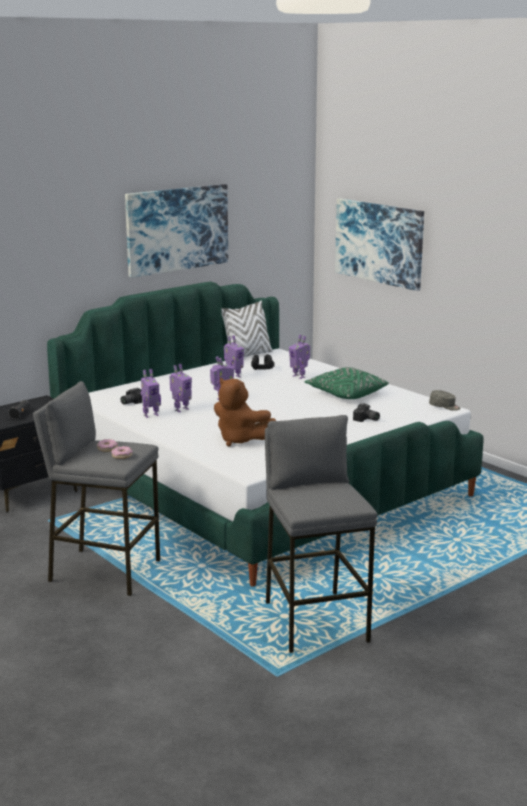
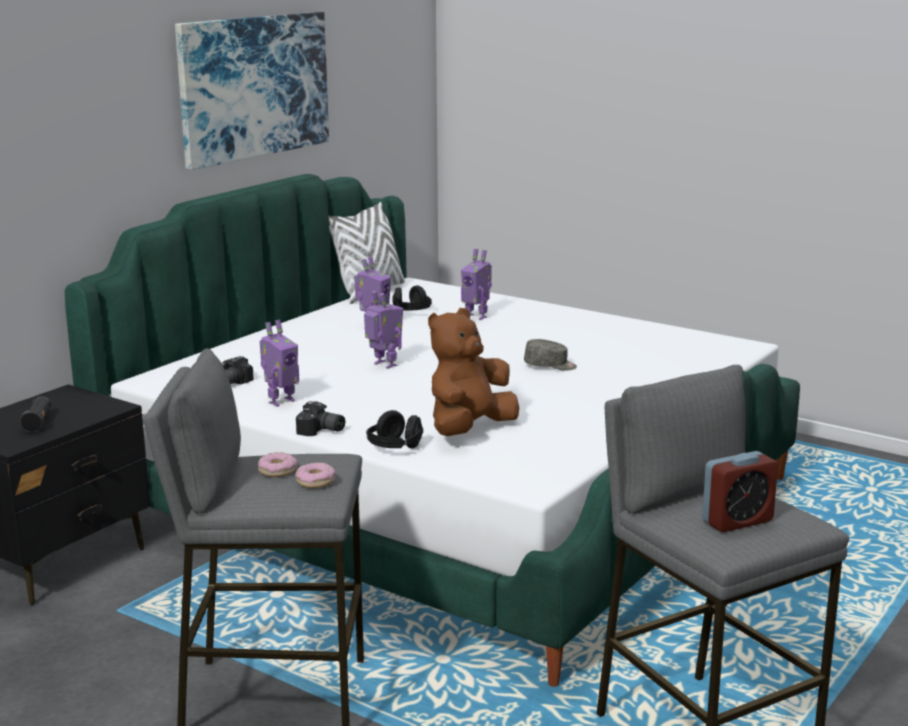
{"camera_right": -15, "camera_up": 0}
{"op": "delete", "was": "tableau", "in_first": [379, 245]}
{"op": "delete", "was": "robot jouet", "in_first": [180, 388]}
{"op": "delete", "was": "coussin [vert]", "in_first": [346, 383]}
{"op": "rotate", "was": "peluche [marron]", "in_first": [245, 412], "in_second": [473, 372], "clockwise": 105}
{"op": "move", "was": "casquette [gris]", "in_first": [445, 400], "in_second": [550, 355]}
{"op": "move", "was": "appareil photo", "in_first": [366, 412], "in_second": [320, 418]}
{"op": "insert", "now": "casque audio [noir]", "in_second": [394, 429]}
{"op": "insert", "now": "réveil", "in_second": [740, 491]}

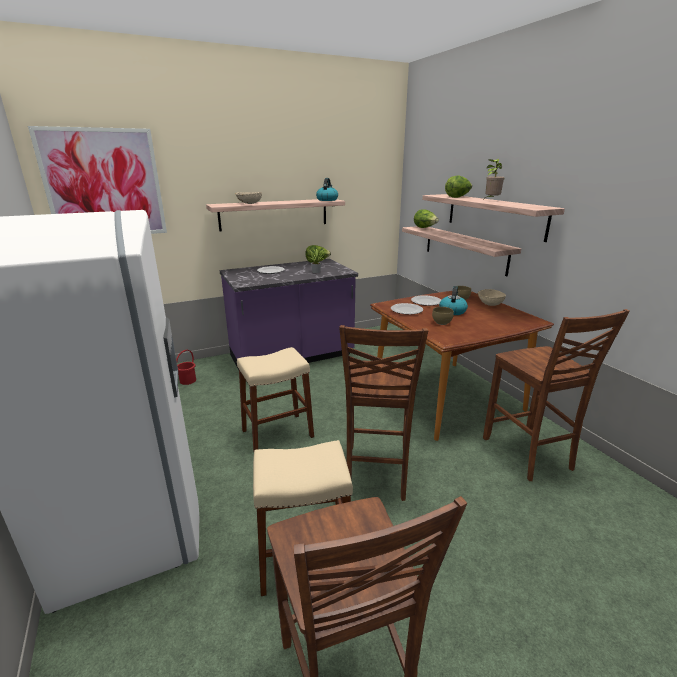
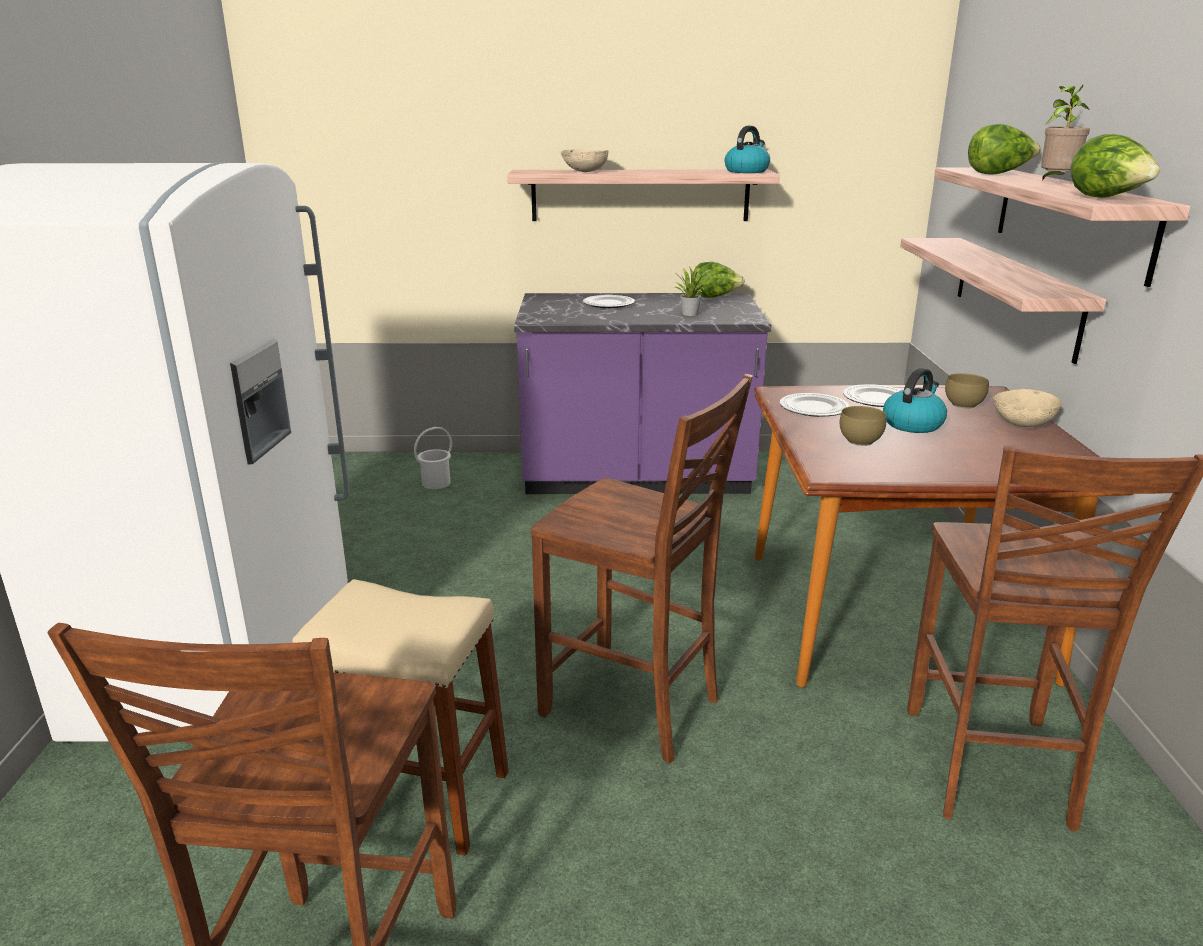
{"camera_right": 25, "camera_up": 0}
{"op": "delete", "was": "tableau", "in_first": [97, 180]}
{"op": "move", "was": "laitue", "in_first": [426, 218], "in_second": [1115, 166]}
{"op": "rotate", "was": "chaise [marron]", "in_first": [383, 413], "in_second": [642, 569], "clockwise": -90}
{"op": "delete", "was": "tabouret [beige]", "in_first": [275, 399]}
{"op": "recolor", "was": "seau [rouge]", "now": "seau [blanc]", "in_first": [186, 367], "in_second": [433, 458]}

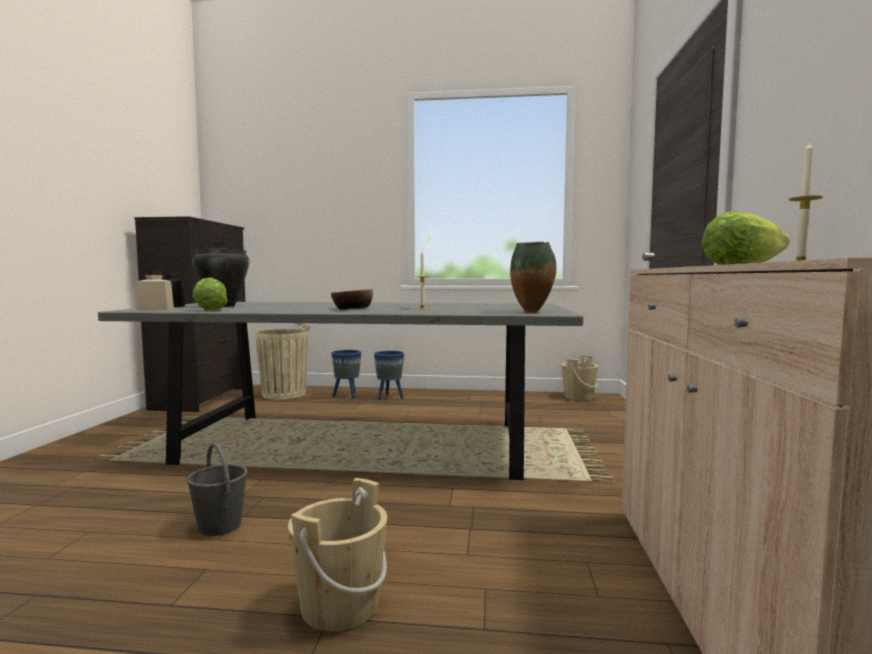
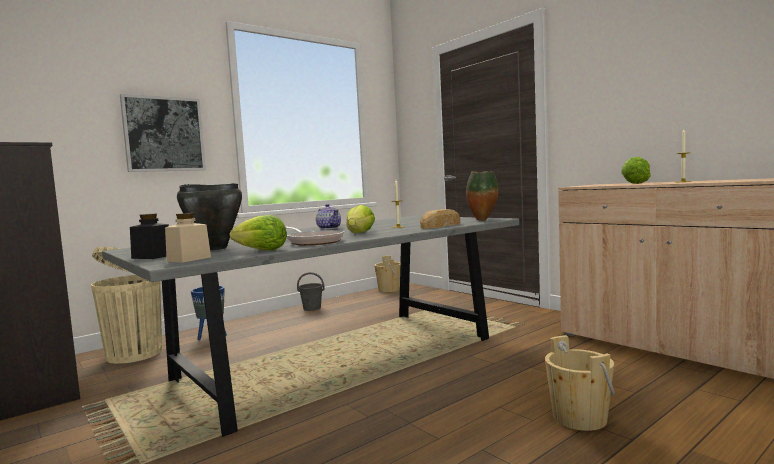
{"camera_right": -45, "camera_up": 0}
{"op": "replace", "was": "bol", "now": "laitue", "in_first": [352, 299], "in_second": [360, 219]}
{"op": "delete", "was": "cache-pot [bleu]", "in_first": [389, 375]}
{"op": "move", "was": "seau [gris]", "in_first": [217, 489], "in_second": [311, 291]}
{"op": "insert", "now": "tableau", "in_second": [163, 133]}
{"op": "insert", "now": "théière", "in_second": [328, 216]}
{"op": "insert", "now": "pain", "in_second": [440, 219]}
{"op": "insert", "now": "poêle", "in_second": [315, 236]}

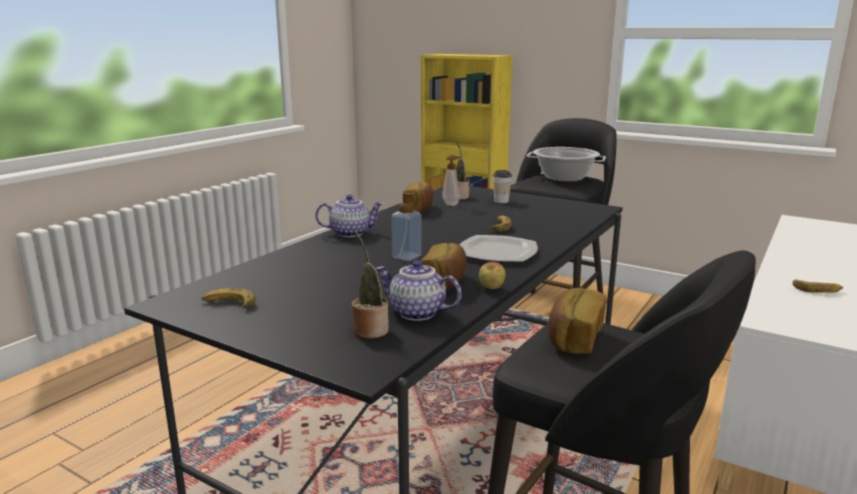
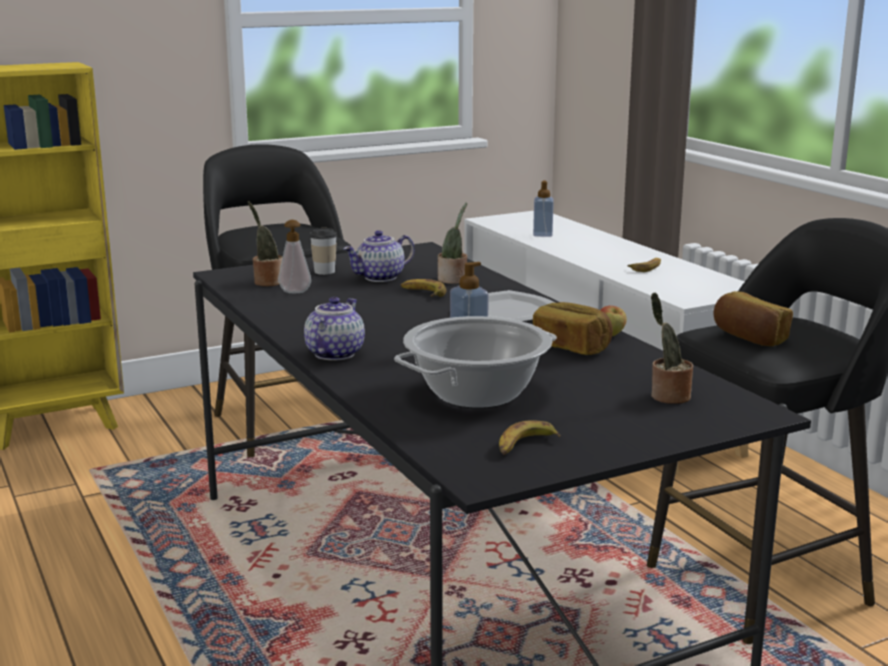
{"camera_right": -60, "camera_up": 0}
{"op": "move", "was": "marmite", "in_first": [566, 164], "in_second": [475, 362]}
{"op": "delete", "was": "pain", "in_first": [418, 197]}
{"op": "move", "was": "théière", "in_first": [419, 290], "in_second": [379, 256]}
{"op": "insert", "now": "distributeur de savon", "in_second": [543, 208]}
{"op": "insert", "now": "plante en pot", "in_second": [452, 243]}

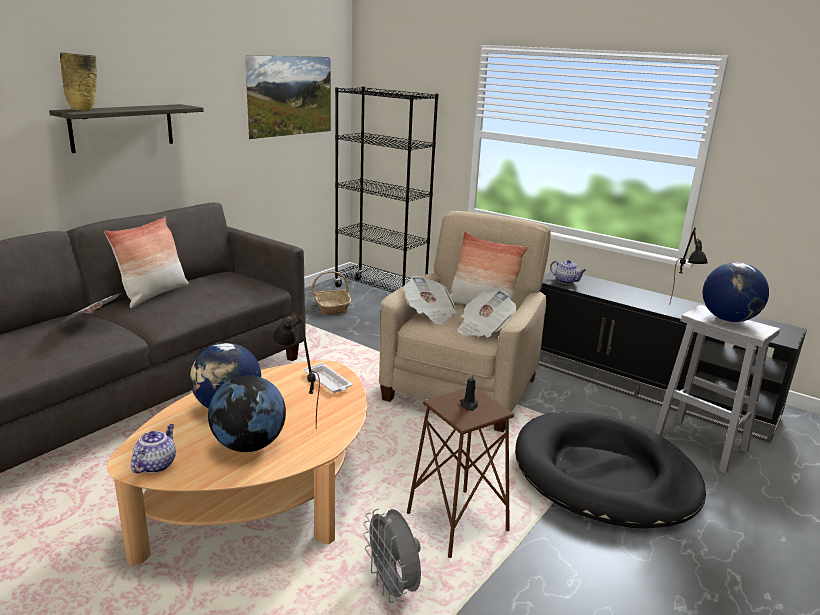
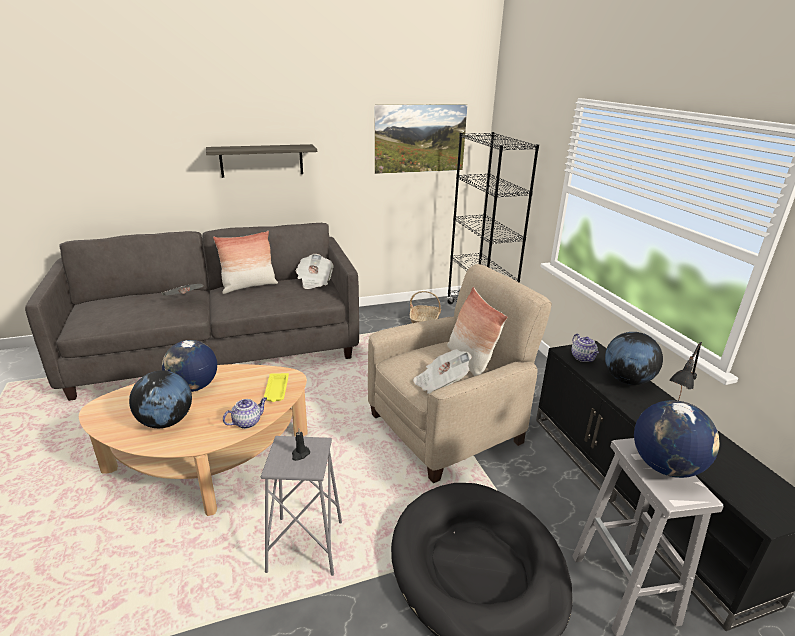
{"camera_right": 35, "camera_up": 5}
{"op": "delete", "was": "vase [beige]", "in_first": [78, 81]}
{"op": "move", "was": "journal", "in_first": [430, 300], "in_second": [315, 271]}
{"op": "delete", "was": "lampe de table [noir]", "in_first": [296, 372]}
{"op": "recolor", "was": "plateau [blanc]", "now": "plateau [jaune]", "in_first": [328, 378], "in_second": [276, 387]}
{"op": "recolor", "was": "tabouret [marron]", "now": "tabouret [gris]", "in_first": [460, 472], "in_second": [301, 506]}
{"op": "move", "was": "théière", "in_first": [153, 448], "in_second": [245, 413]}
{"op": "delete", "was": "ventilateur [gris]", "in_first": [392, 555]}
{"op": "insert", "now": "globe", "in_second": [634, 358]}

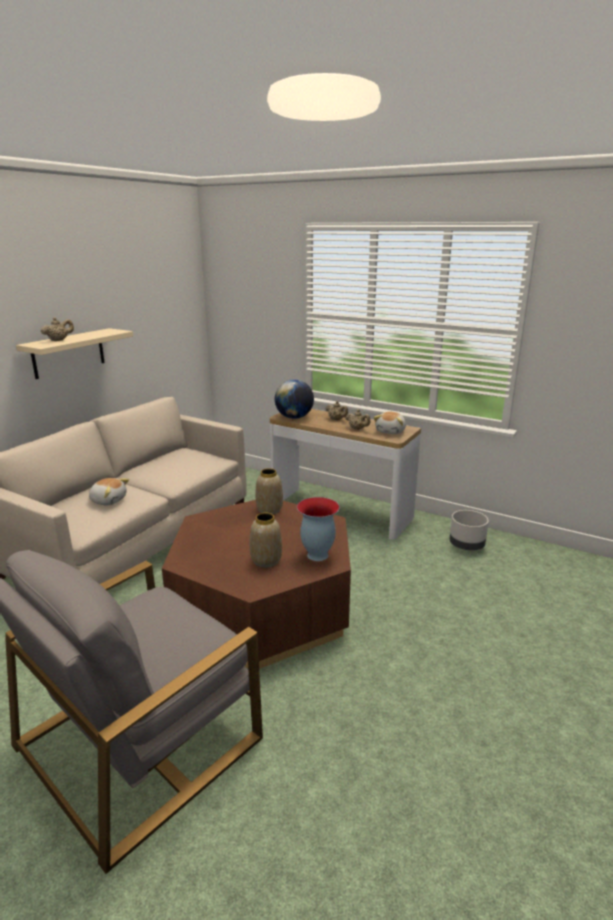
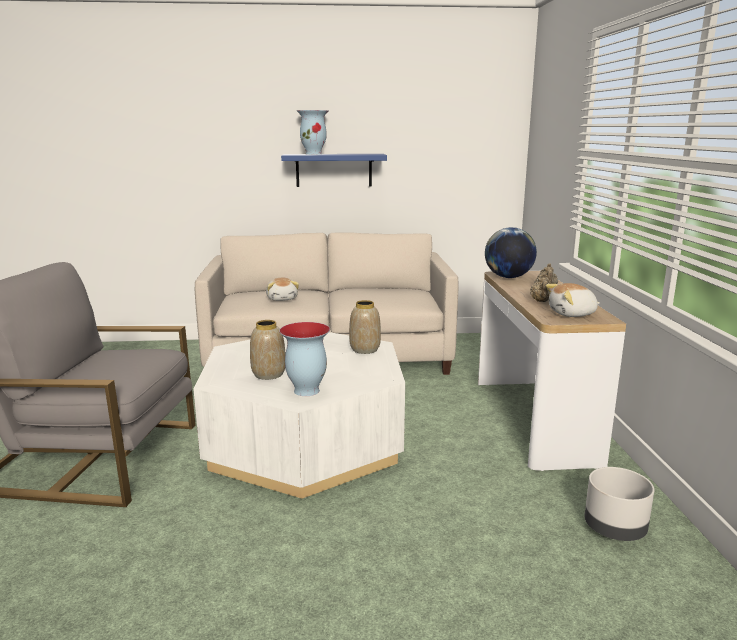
{"camera_right": 55, "camera_up": -5}
{"op": "replace", "was": "théière [beige]", "now": "vase", "in_first": [57, 329], "in_second": [313, 132]}
{"op": "recolor", "was": "étagère [beige]", "now": "étagère [bleu]", "in_first": [74, 353], "in_second": [334, 170]}
{"op": "recolor", "was": "table basse [marron]", "now": "table basse [blanc]", "in_first": [256, 584], "in_second": [299, 415]}

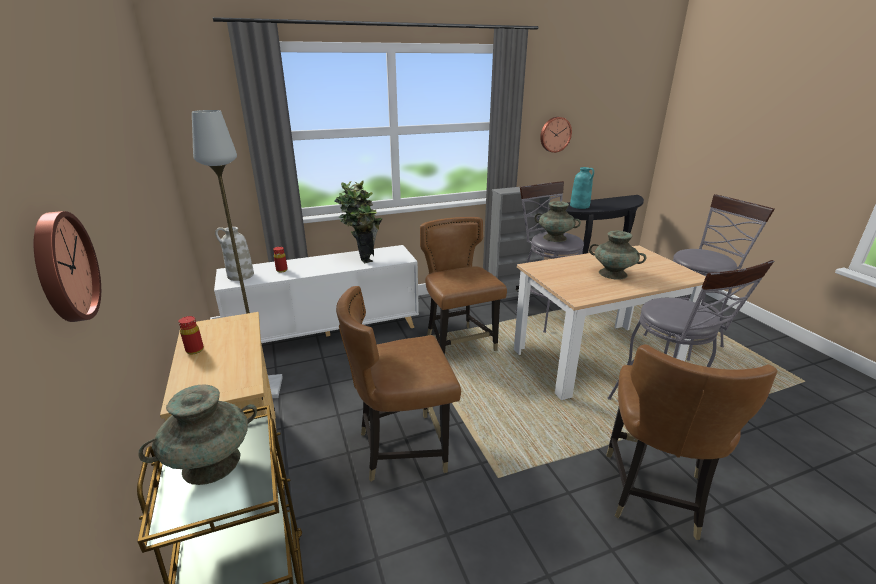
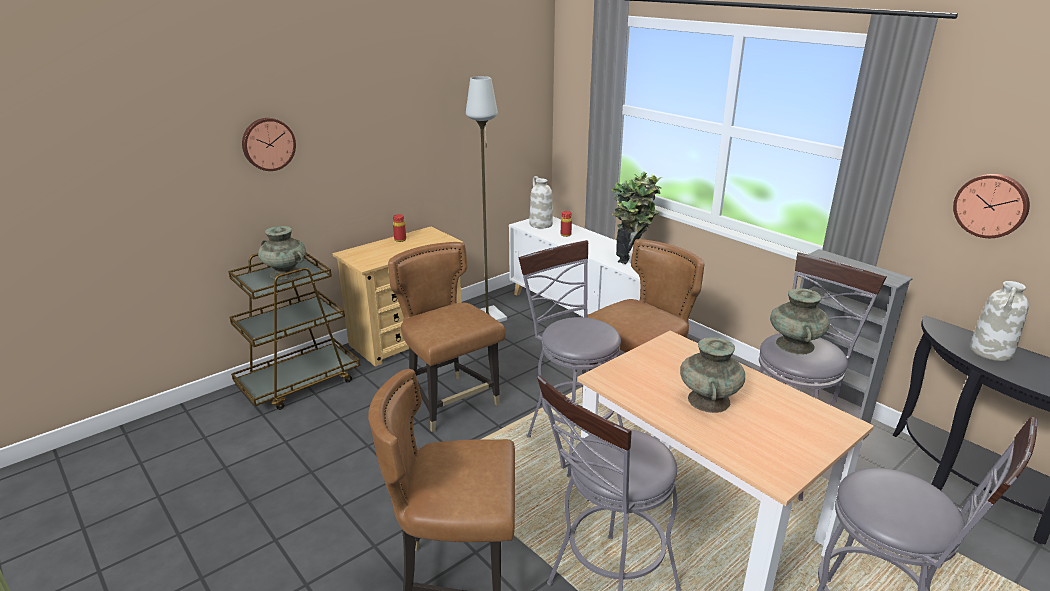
{"camera_right": 70, "camera_up": 0}
{"op": "recolor", "was": "vase [turquoise]", "now": "vase [blanc]", "in_first": [582, 188], "in_second": [999, 321]}
{"op": "insert", "now": "tabouret [gris]", "in_second": [571, 358]}

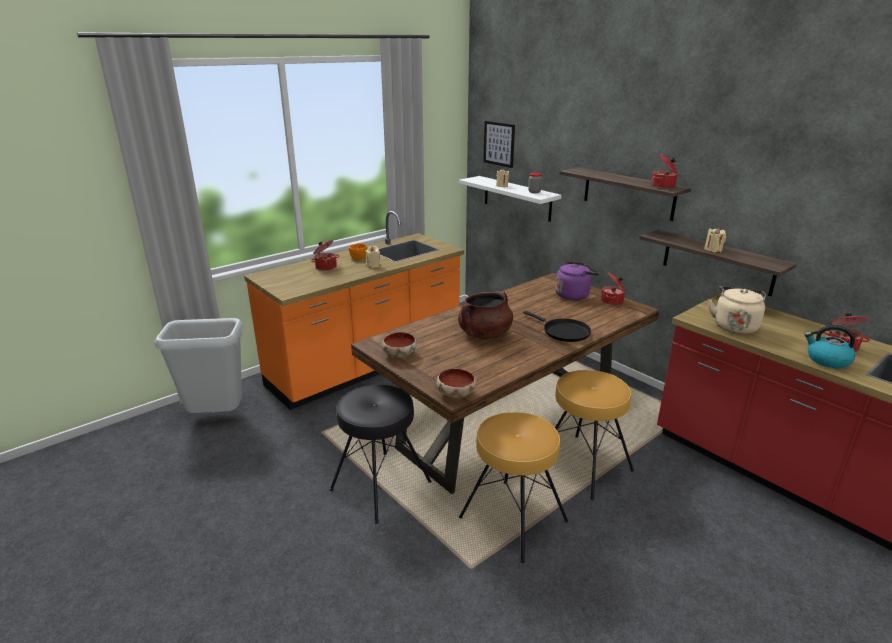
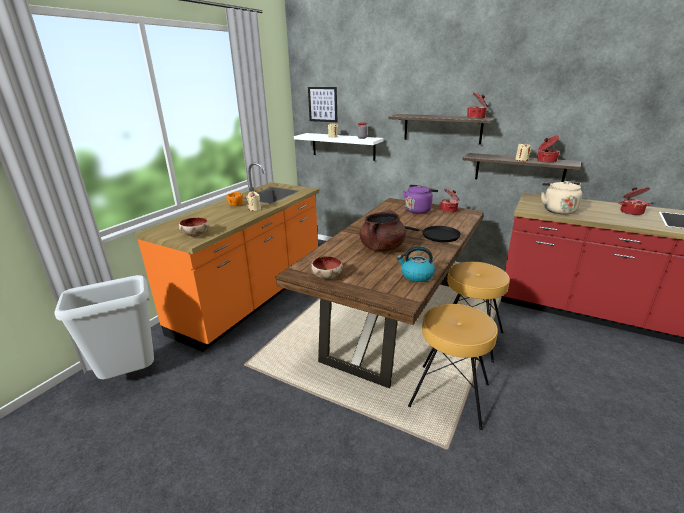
{"camera_right": -20, "camera_up": 0}
{"op": "move", "was": "marmite", "in_first": [325, 255], "in_second": [548, 149]}
{"op": "move", "was": "bouilloire", "in_first": [830, 346], "in_second": [416, 264]}
{"op": "move", "was": "bol", "in_first": [456, 383], "in_second": [193, 227]}
{"op": "delete", "was": "tabouret [noir]", "in_first": [381, 454]}

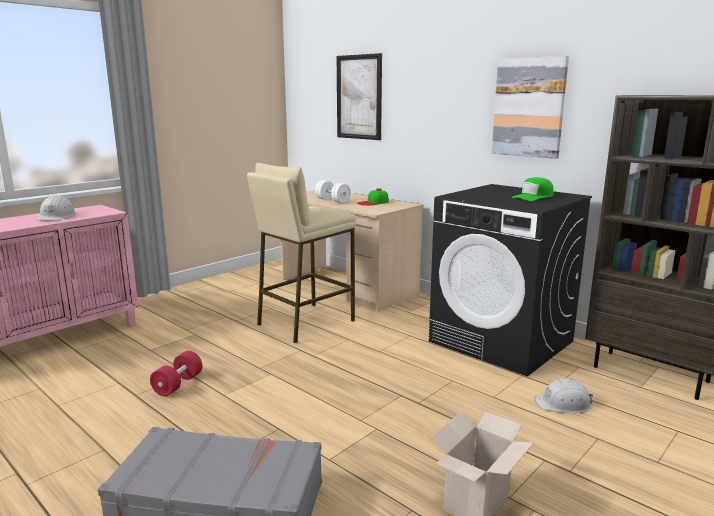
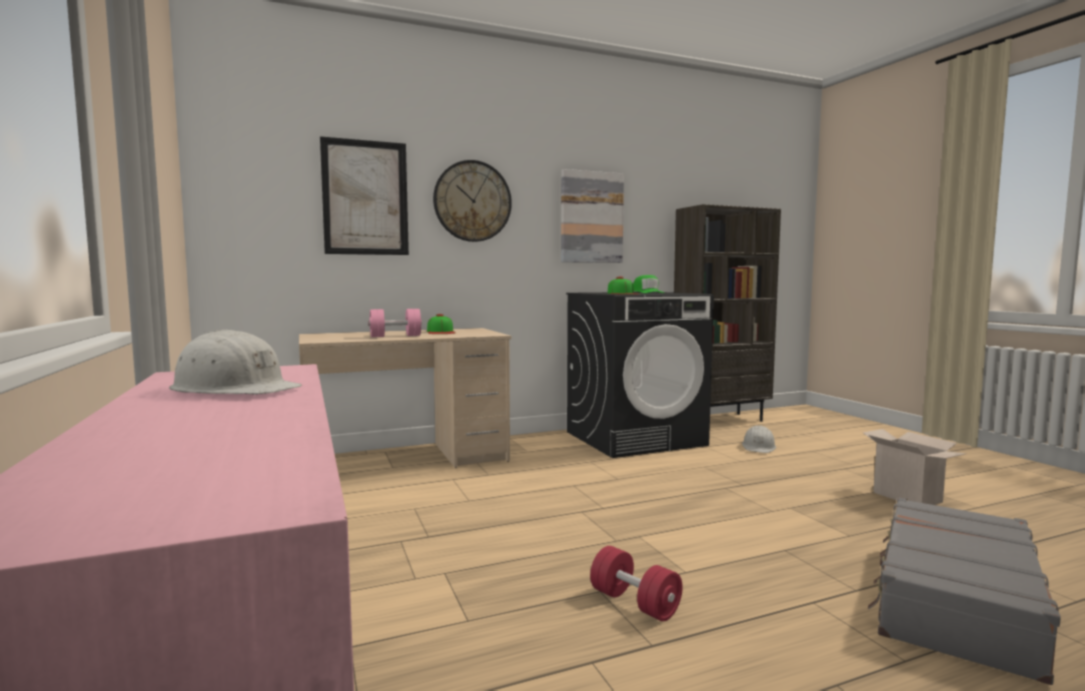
{"camera_right": -65, "camera_up": -10}
{"op": "delete", "was": "tabouret [beige]", "in_first": [301, 253]}
{"op": "recolor", "was": "haltère [blanc]", "now": "haltère [rose]", "in_first": [333, 191], "in_second": [395, 323]}
{"op": "insert", "now": "horloge murale", "in_second": [472, 201]}
{"op": "insert", "now": "casquette", "in_second": [624, 286]}

